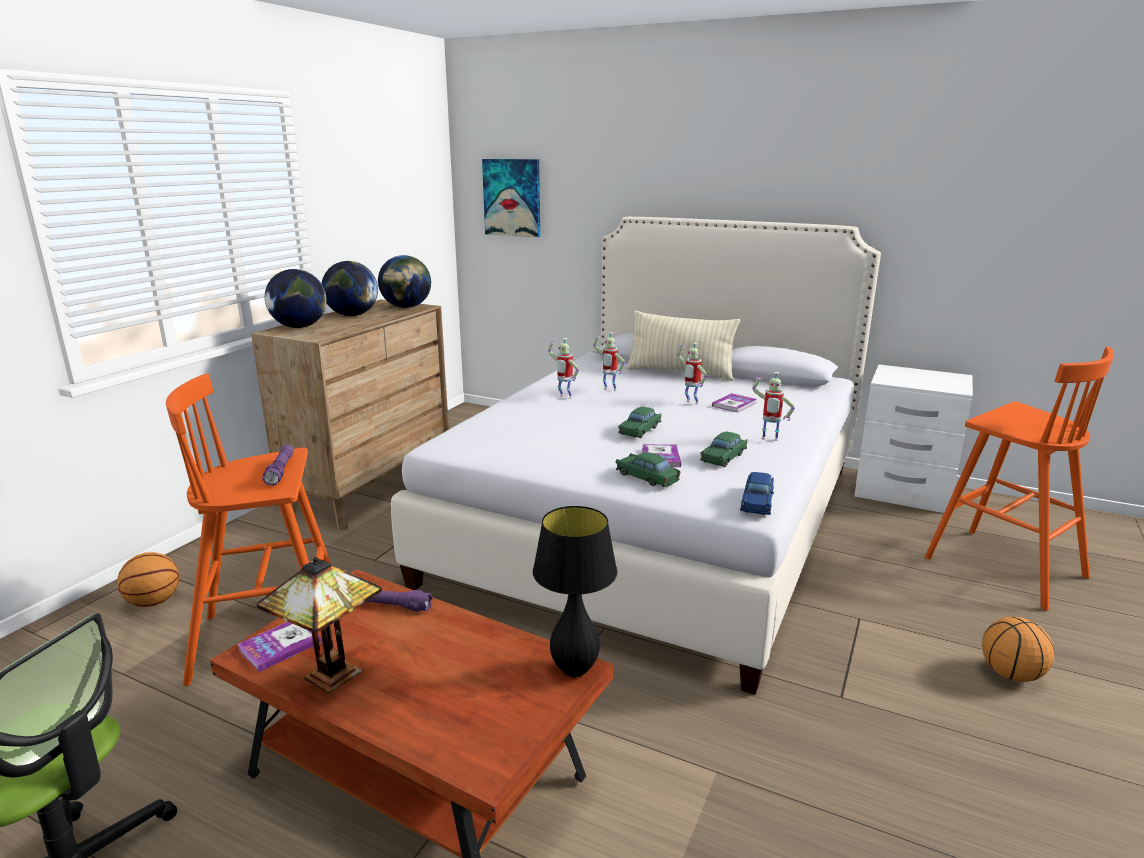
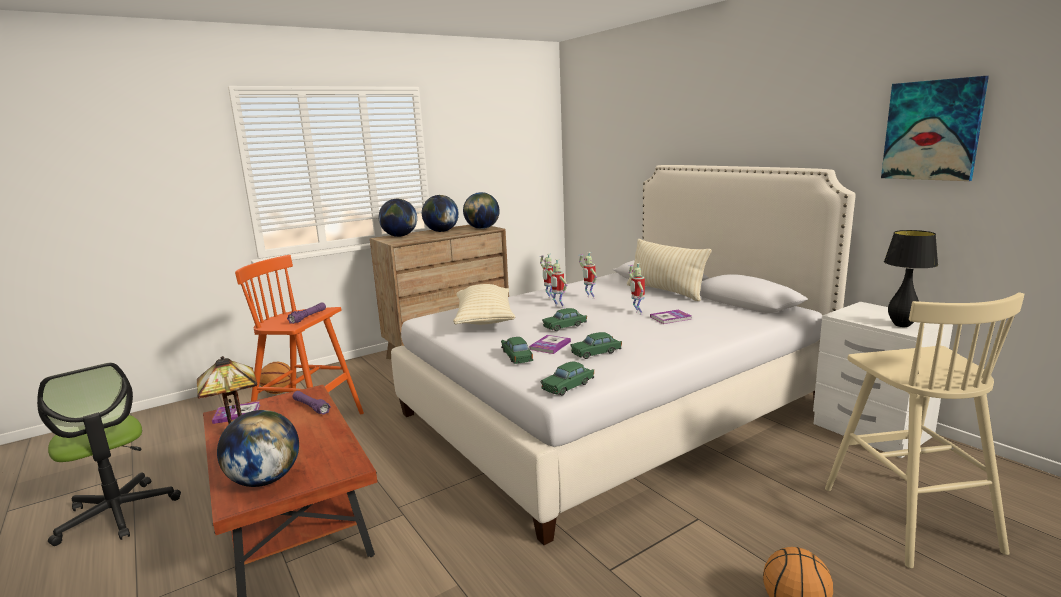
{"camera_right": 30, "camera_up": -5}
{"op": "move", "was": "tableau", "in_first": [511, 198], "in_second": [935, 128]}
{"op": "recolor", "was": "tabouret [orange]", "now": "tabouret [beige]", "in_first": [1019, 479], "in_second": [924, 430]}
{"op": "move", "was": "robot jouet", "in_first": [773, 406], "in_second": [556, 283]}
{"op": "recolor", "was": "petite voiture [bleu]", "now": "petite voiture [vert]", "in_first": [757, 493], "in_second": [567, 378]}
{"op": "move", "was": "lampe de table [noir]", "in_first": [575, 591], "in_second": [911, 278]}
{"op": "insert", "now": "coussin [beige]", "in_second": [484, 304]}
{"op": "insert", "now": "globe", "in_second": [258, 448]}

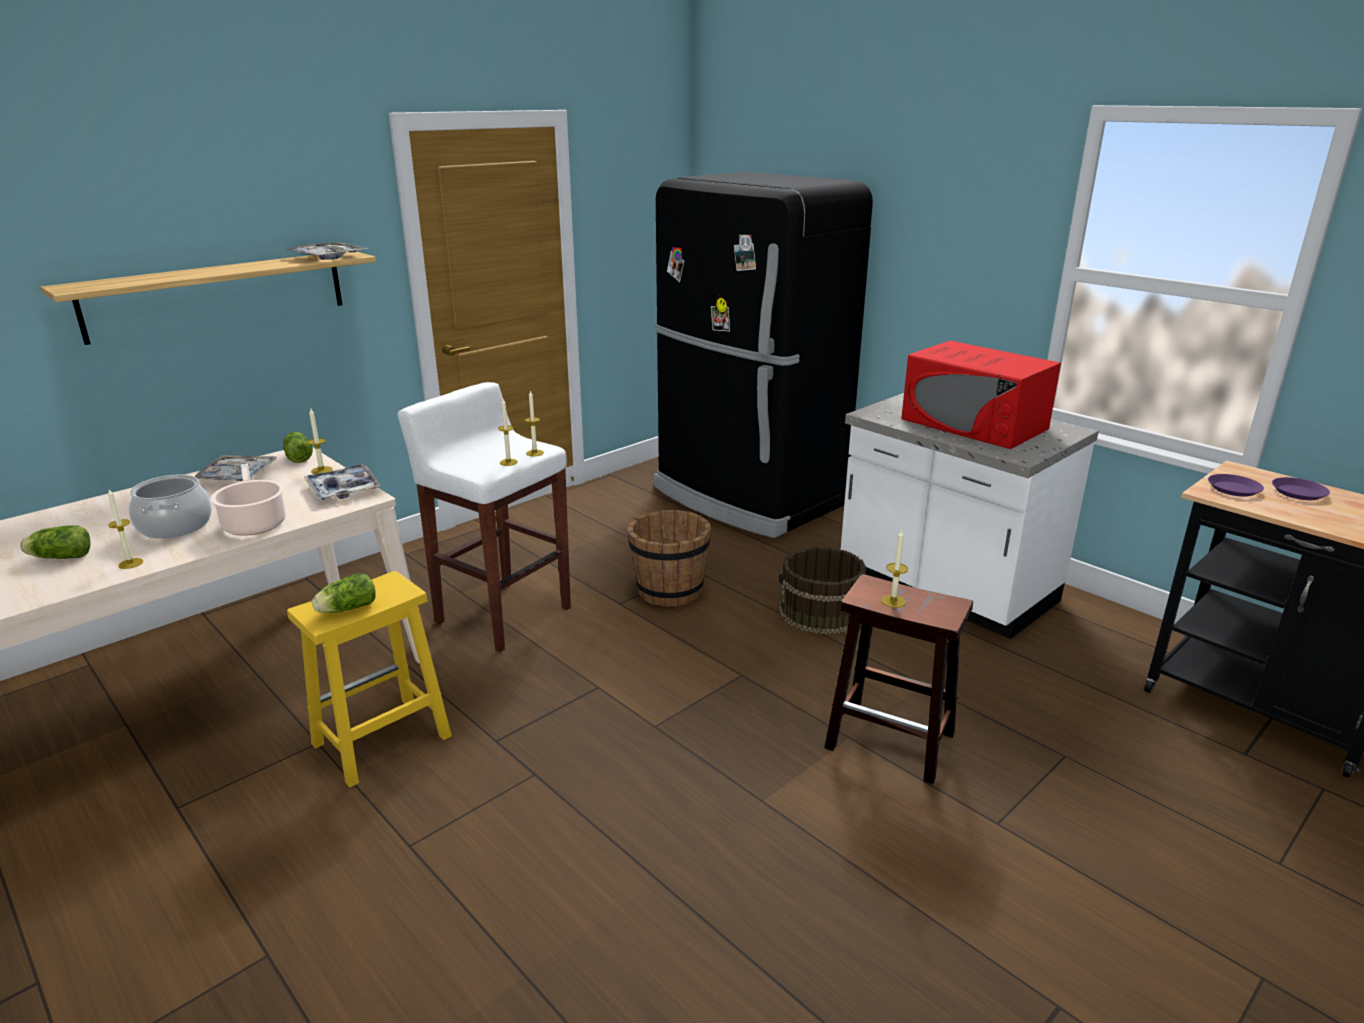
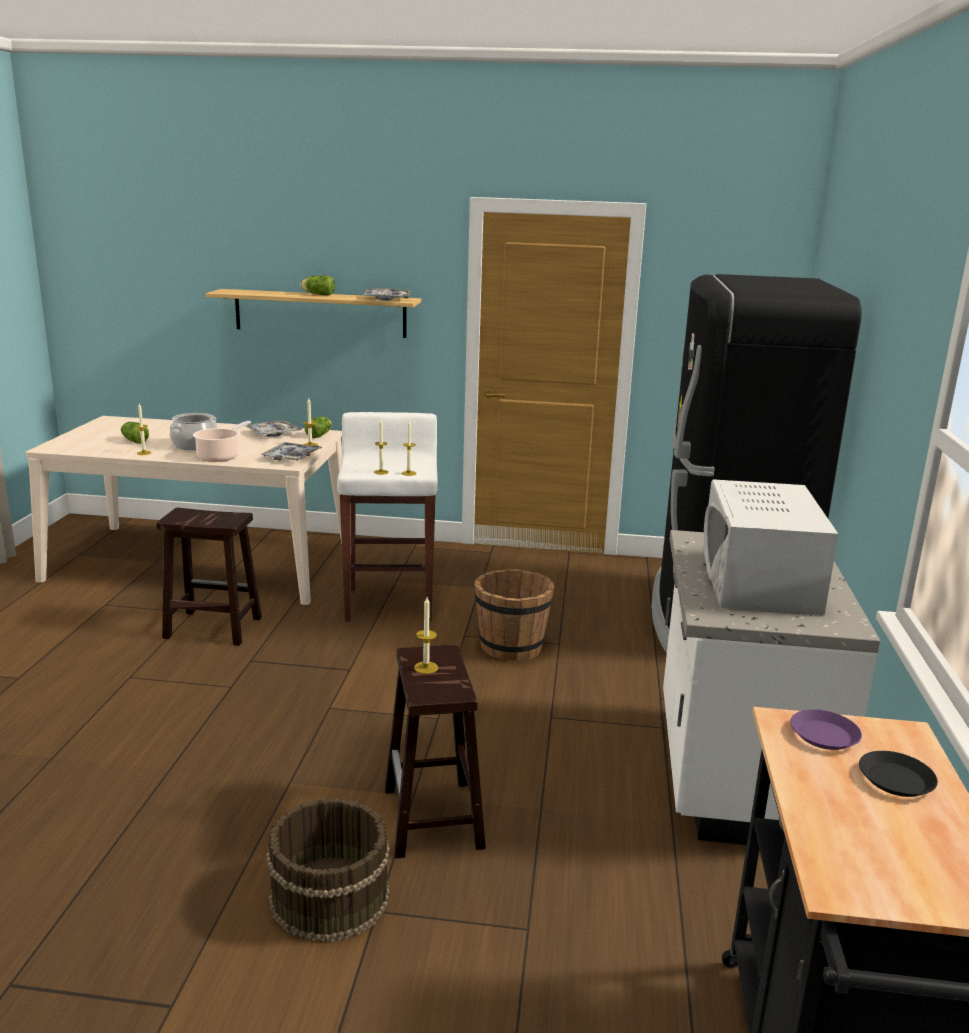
{"camera_right": 50, "camera_up": -5}
{"op": "recolor", "was": "micro-ondes [rouge]", "now": "micro-ondes [blanc]", "in_first": [981, 395], "in_second": [770, 547]}
{"op": "recolor", "was": "assiette [violet]", "now": "assiette [noir]", "in_first": [1301, 488], "in_second": [898, 774]}
{"op": "move", "was": "seau [marron]", "in_first": [822, 590], "in_second": [328, 870]}
{"op": "recolor", "was": "tabouret [jaune]", "now": "tabouret [marron]", "in_first": [369, 679], "in_second": [209, 577]}
{"op": "move", "was": "laitue", "in_first": [344, 593], "in_second": [317, 286]}

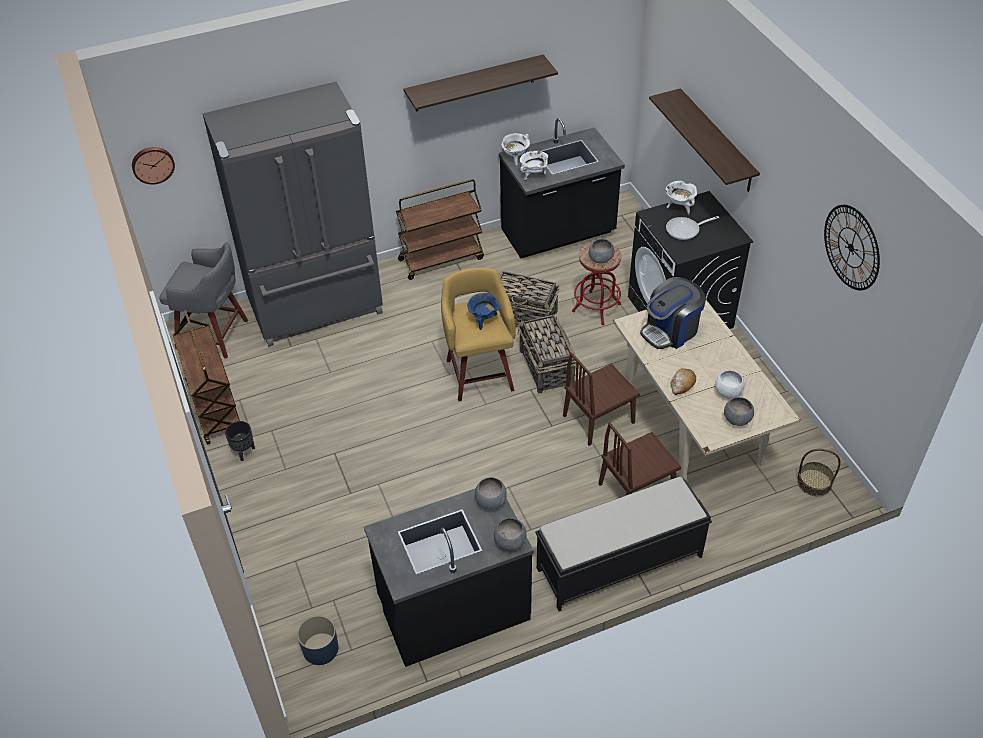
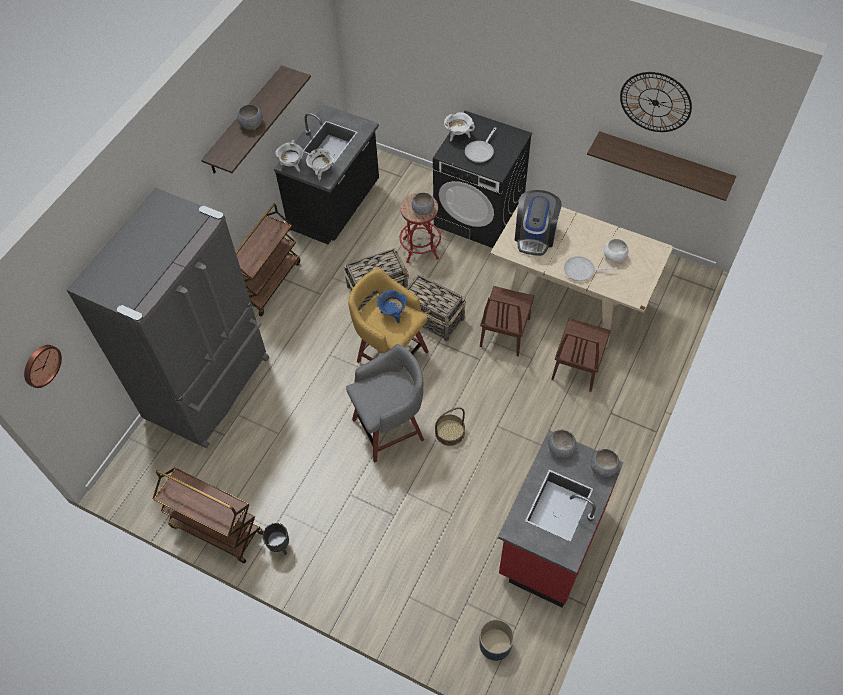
{"camera_right": -40, "camera_up": 10}
{"op": "move", "was": "étagère", "in_first": [704, 140], "in_second": [661, 166]}
{"op": "move", "was": "tabouret [gris]", "in_first": [203, 300], "in_second": [385, 403]}
{"op": "replace", "was": "pain", "now": "poêle", "in_first": [683, 381], "in_second": [590, 268]}
{"op": "move", "was": "bol [gris]", "in_first": [739, 411], "in_second": [250, 117]}
{"op": "move", "was": "panier", "in_first": [818, 472], "in_second": [450, 426]}
{"op": "delete", "was": "banc [noir]", "in_first": [623, 544]}
{"op": "recolor", "was": "comptoir de cuisine [noir]", "now": "comptoir de cuisine [rouge]", "in_first": [449, 577], "in_second": [561, 519]}

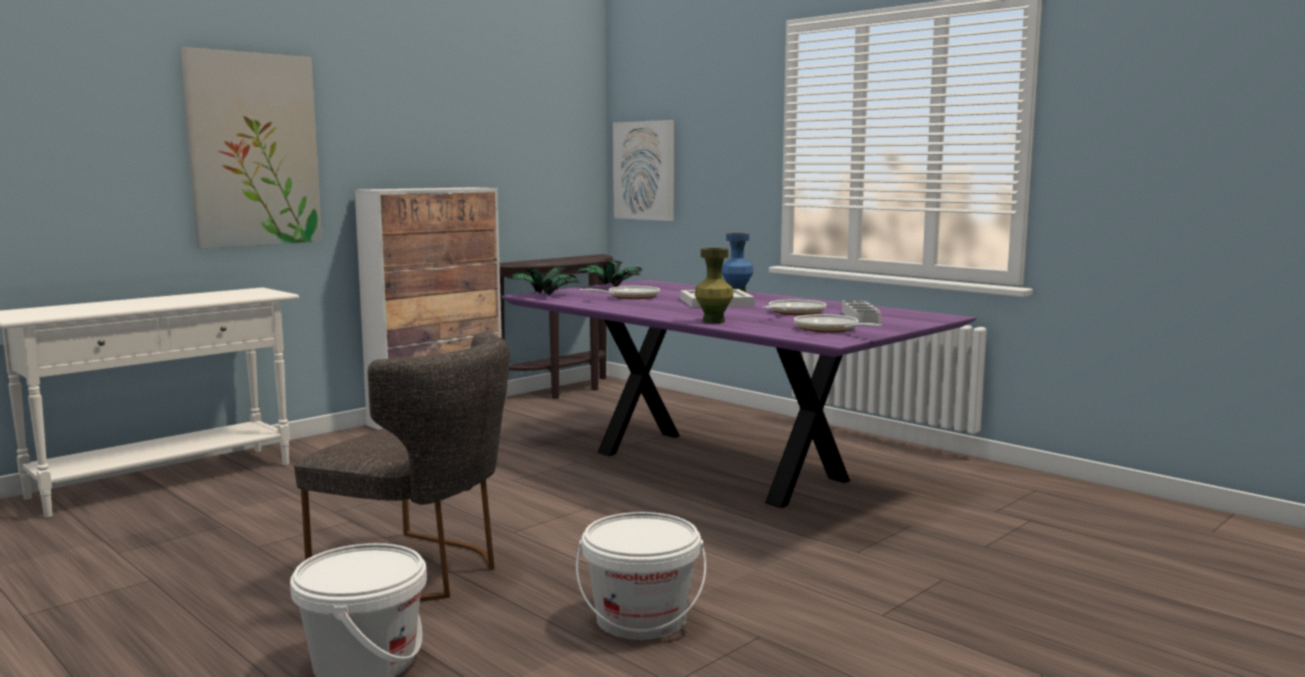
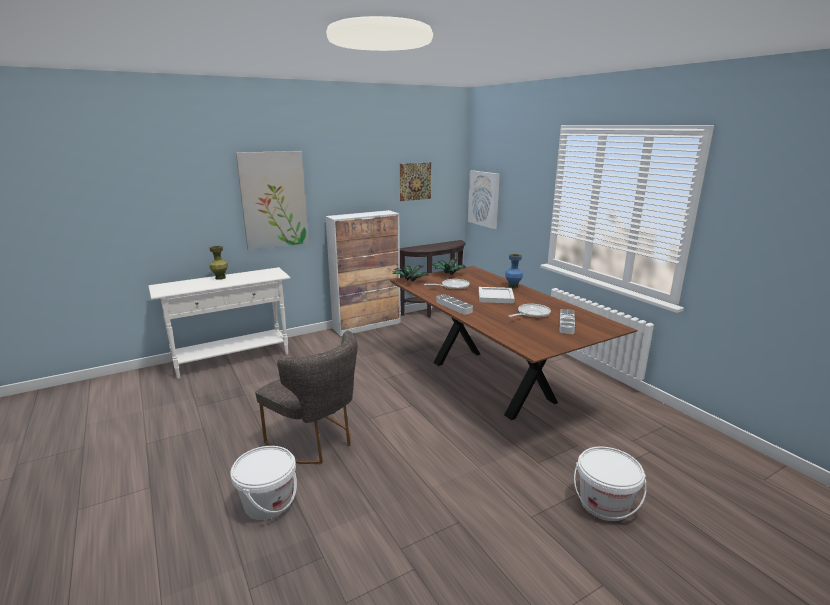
{"camera_right": 15, "camera_up": 10}
{"op": "move", "was": "vase [vert]", "in_first": [714, 285], "in_second": [219, 263]}
{"op": "recolor", "was": "table à manger [violet]", "now": "table à manger [marron]", "in_first": [739, 394], "in_second": [514, 343]}
{"op": "delete", "was": "poêle", "in_first": [838, 323]}
{"op": "move", "was": "seau [blanc]", "in_first": [641, 576], "in_second": [610, 484]}
{"op": "insert", "now": "tableau", "in_second": [415, 181]}
{"op": "insert", "now": "plateau [gris]", "in_second": [455, 305]}

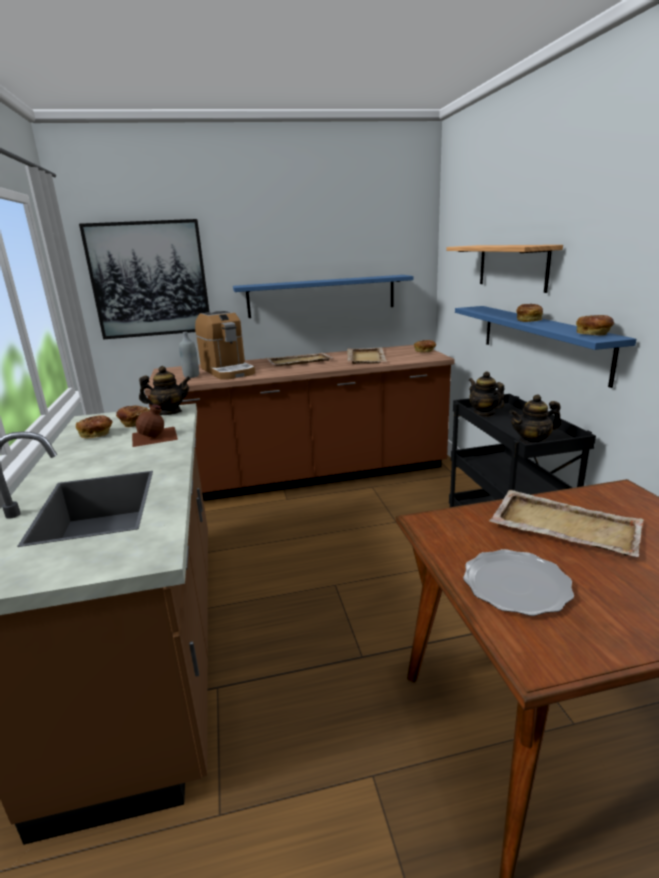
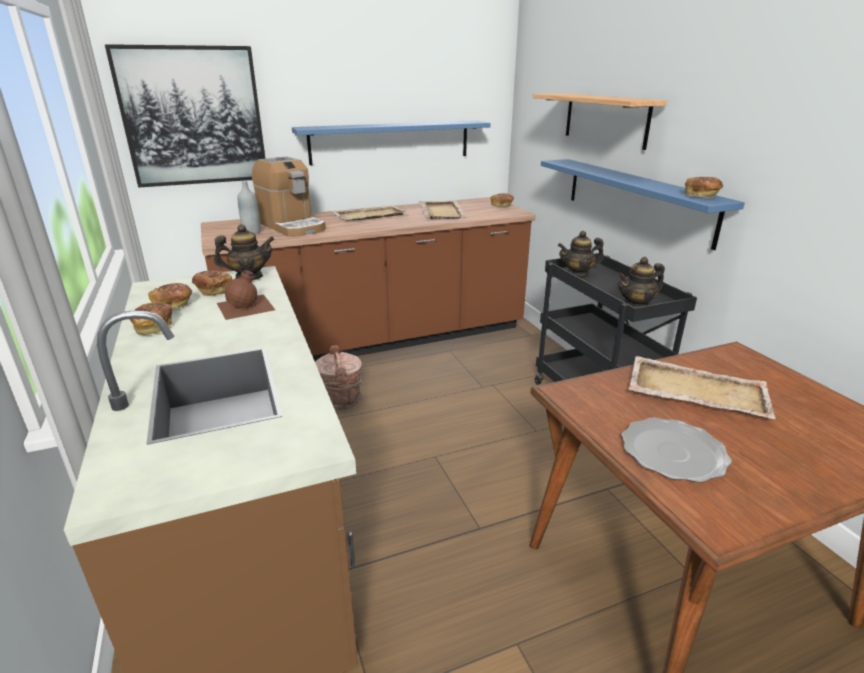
{"camera_right": -10, "camera_up": 5}
{"op": "move", "was": "pain", "in_first": [529, 313], "in_second": [151, 318]}
{"op": "rotate", "was": "théière", "in_first": [486, 394], "in_second": [581, 254], "clockwise": -60}
{"op": "insert", "now": "seau [marron]", "in_second": [339, 377]}

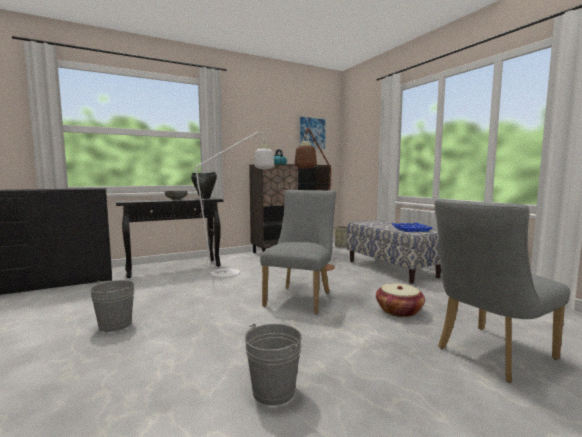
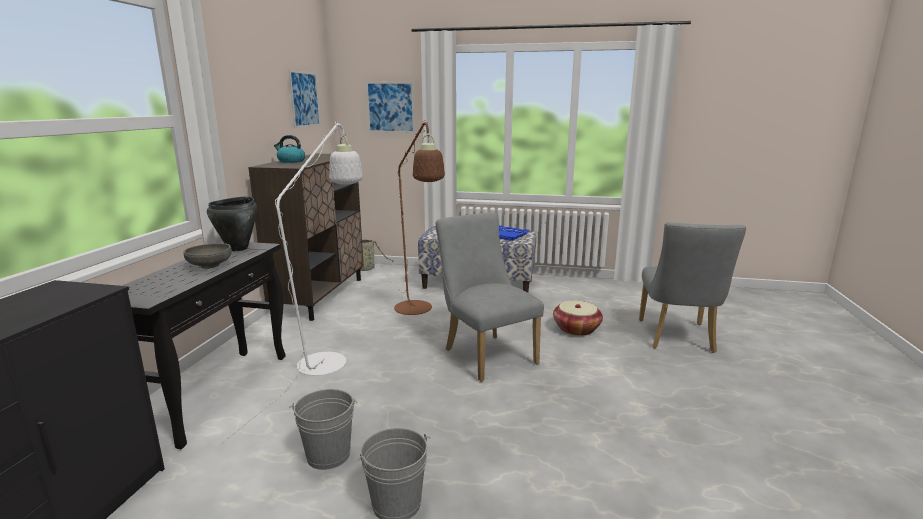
{"camera_right": -50, "camera_up": 10}
{"op": "move", "was": "seau [gris]", "in_first": [273, 365], "in_second": [323, 429]}
{"op": "insert", "now": "tableau", "in_second": [390, 107]}

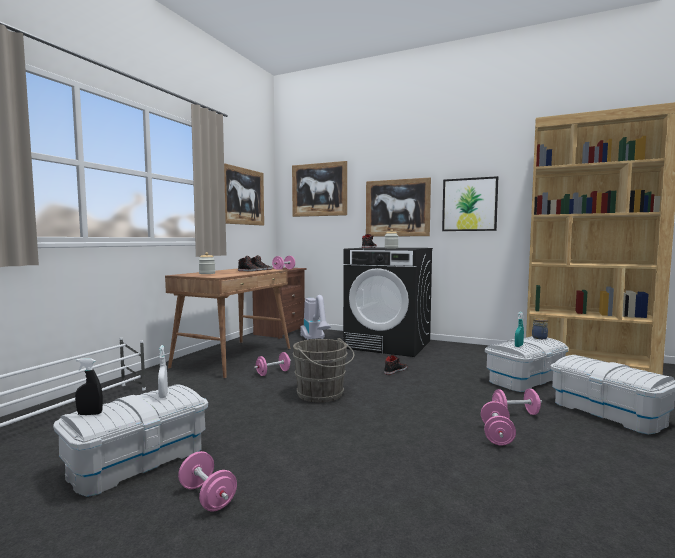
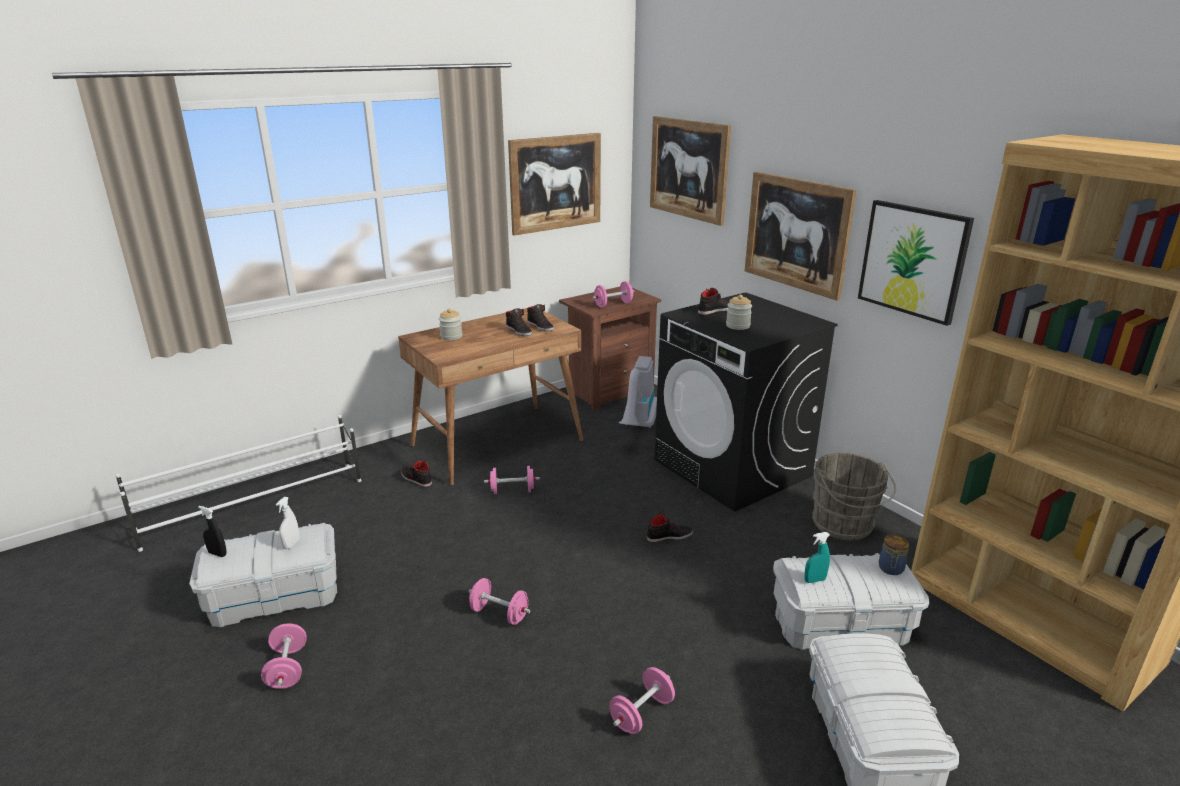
{"camera_right": 30, "camera_up": 20}
{"op": "move", "was": "seau [gris]", "in_first": [323, 370], "in_second": [854, 496]}
{"op": "move", "was": "haltère [rose]", "in_first": [516, 402], "in_second": [499, 601]}
{"op": "insert", "now": "chaussure [noir]", "in_second": [416, 473]}

